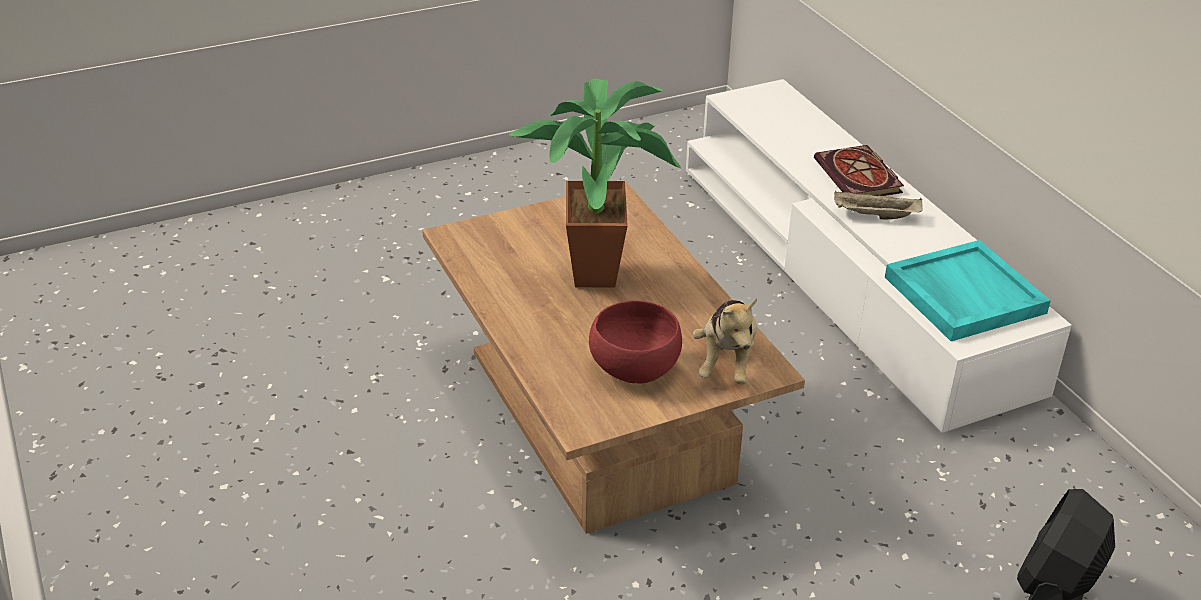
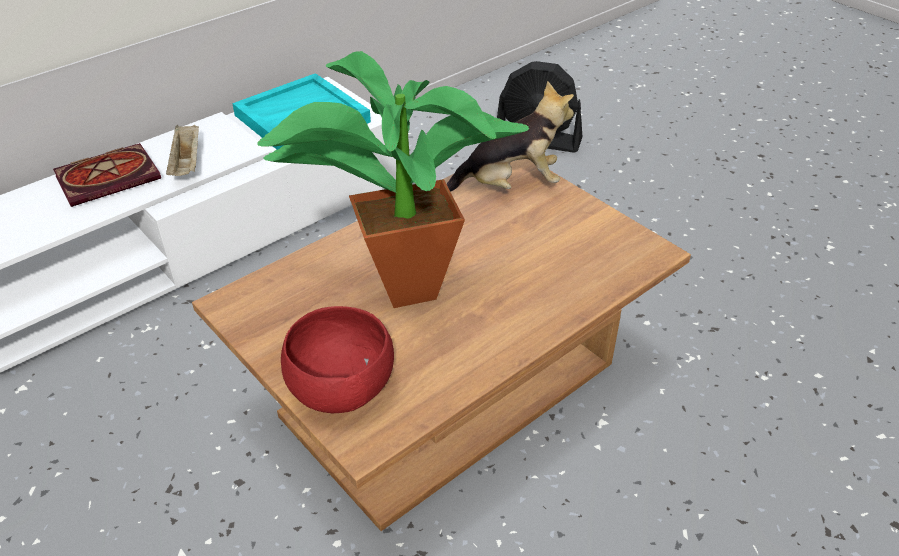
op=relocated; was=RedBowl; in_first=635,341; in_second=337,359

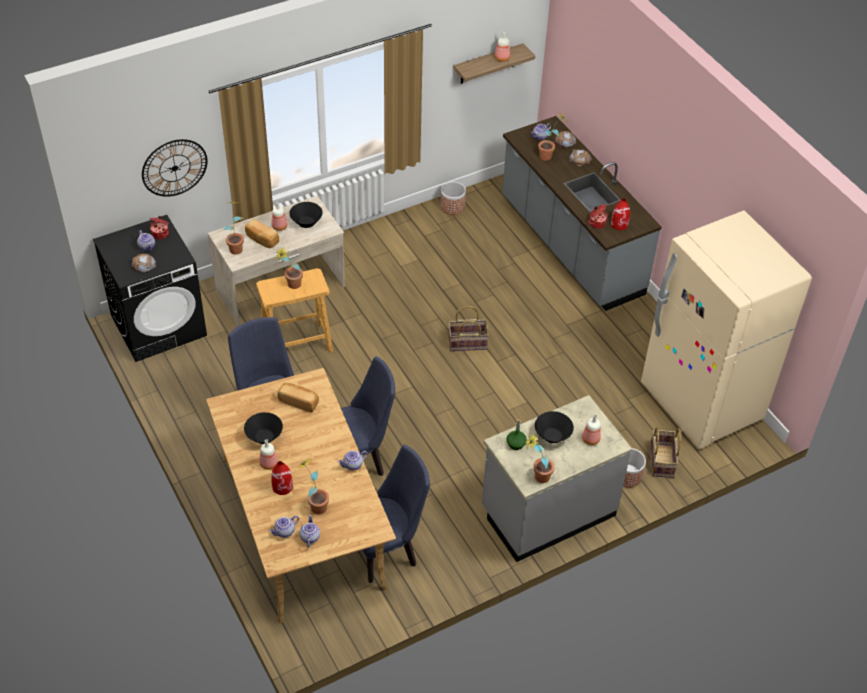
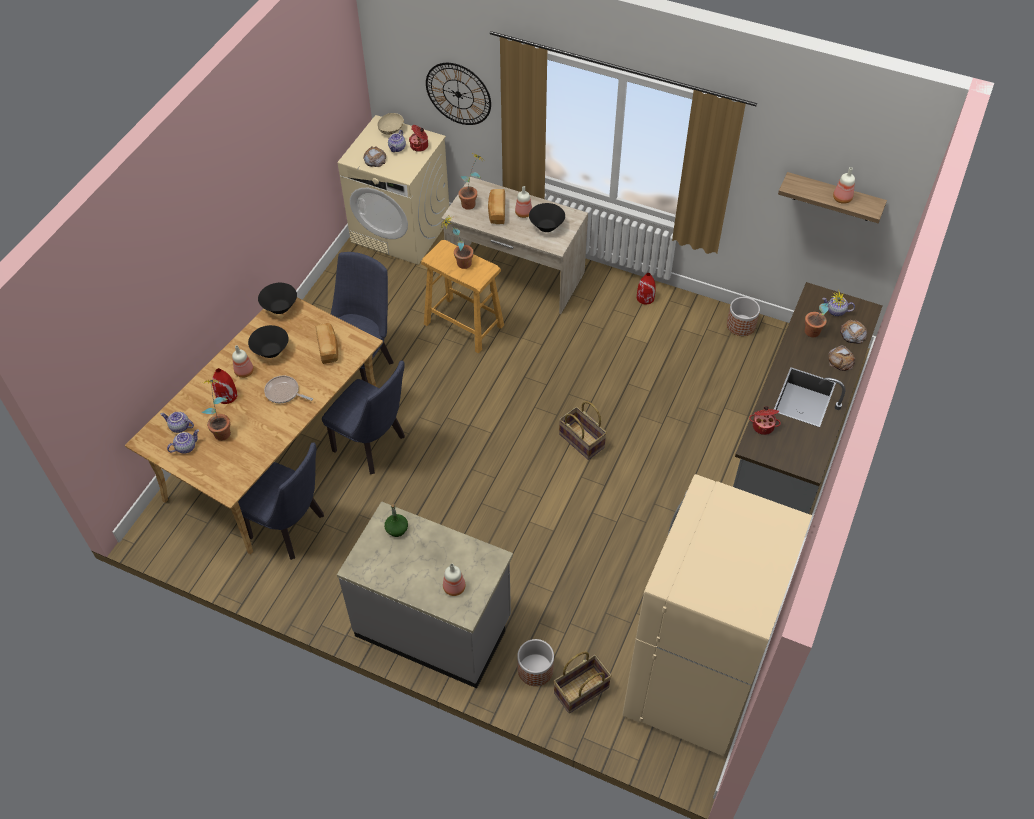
op=relocated; was=RedVase; in_first=620,214; in_second=646,289
op=colour; was=BlackWashingMachine; now=BeigeWashingMachine; in_first=150,288; in_second=393,190
op=relocated; was=BlackBowl; in_first=554,427; in_second=277,298
op=missing; was=PottedPlant; in_first=539,458
op=missing; was=Teapot; in_first=353,460
op=appeared; now=BeigeBowl; in_second=390,123
op=appeared; now=FryingPan; in_second=288,389

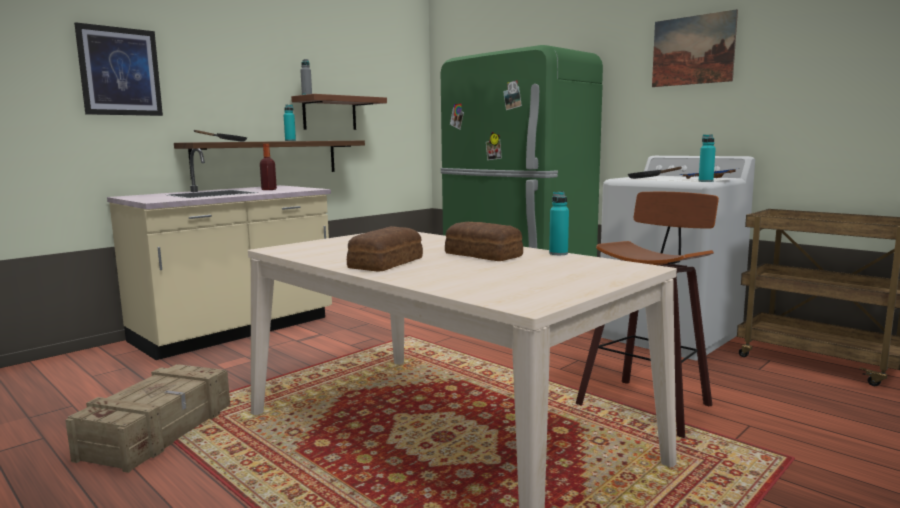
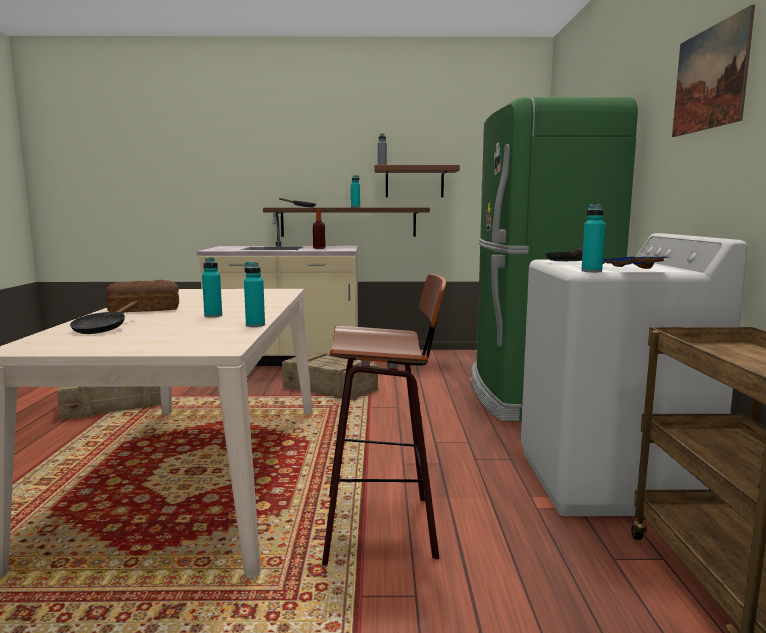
op=missing; was=Picture; in_first=118,69
op=exchanged; was=Bread; now=TurquoiseBottle; in_first=484,241; in_second=212,287
op=appeared; now=BlackFryingPan; in_second=104,317
op=appeared; now=Crate; in_second=330,376

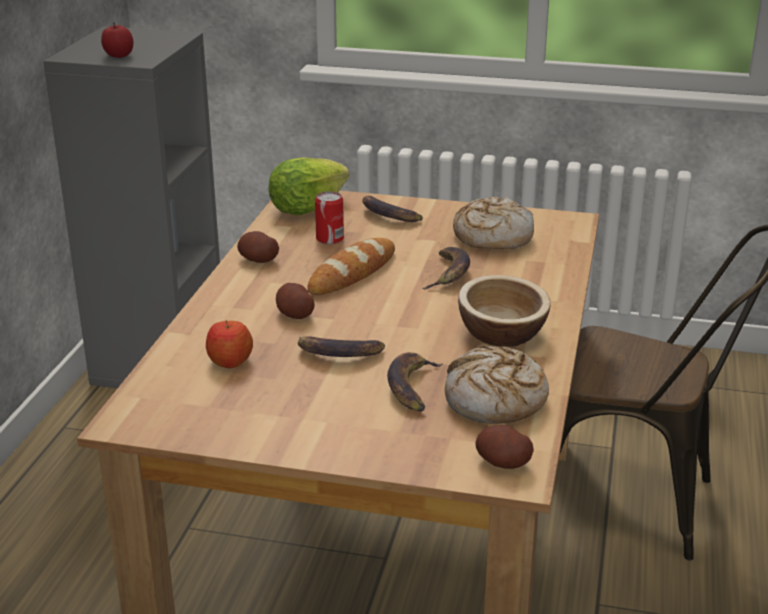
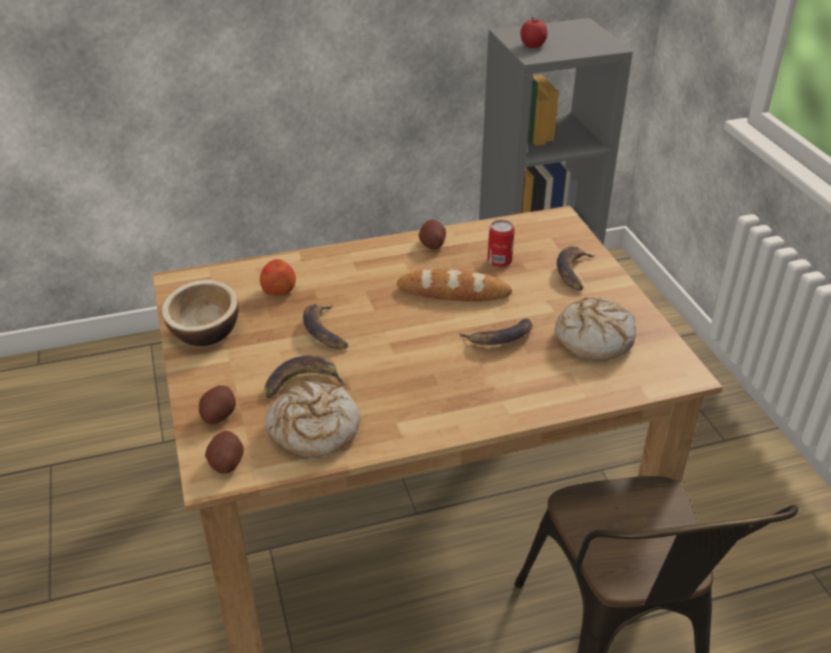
op=missing; was=Lettuce; in_first=308,186
op=relocated; was=Bowl; in_first=504,311; in_second=200,313
op=relocated; was=Potato; in_first=295,301; in_second=217,404

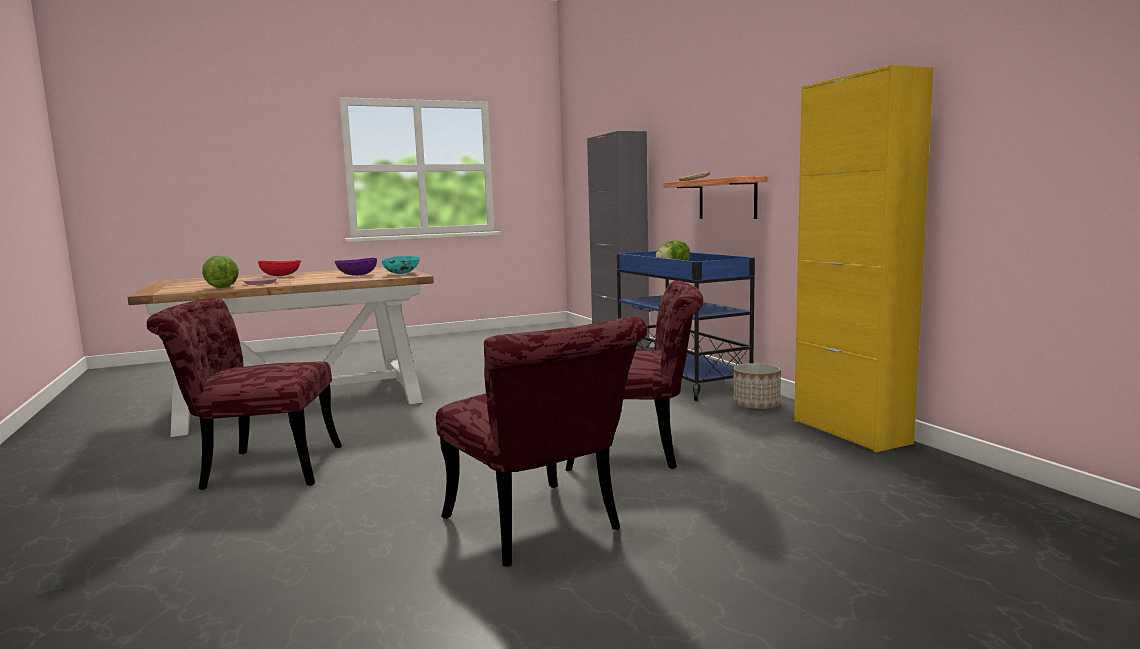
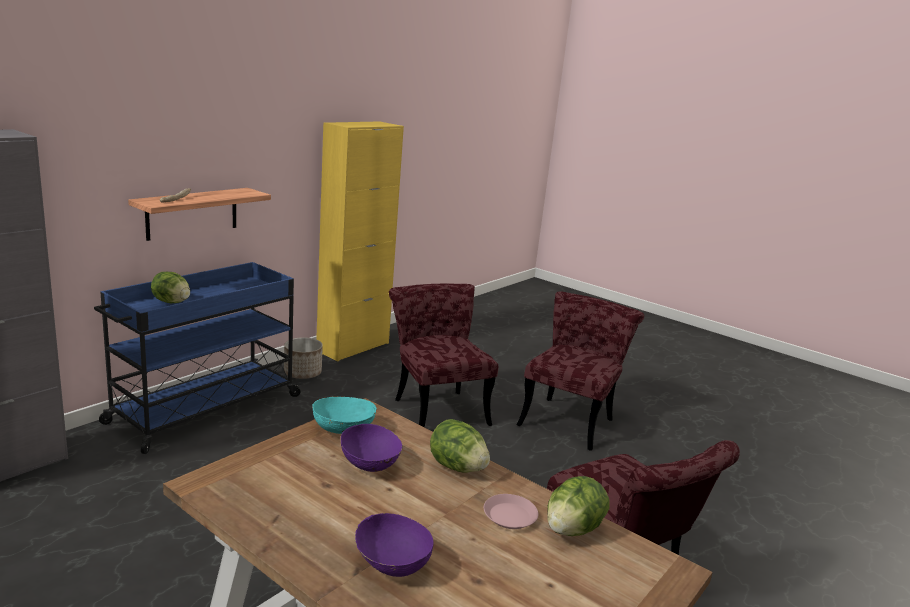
op=colour; was=RedBowl; now=PurpleBowl; in_first=279,268; in_second=394,545
op=appeared; now=Lettuce; in_second=460,445

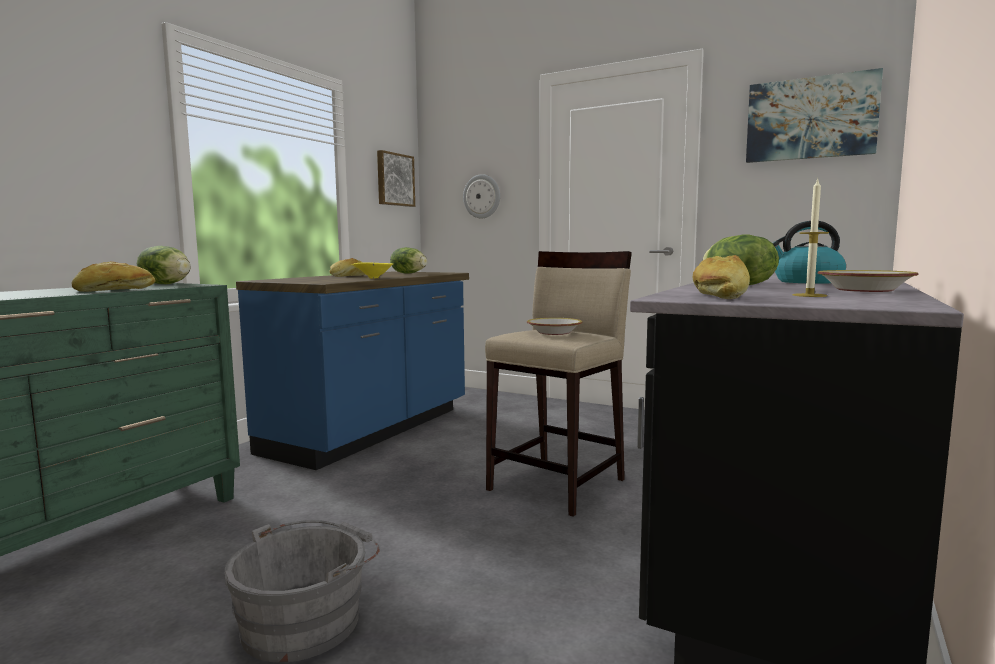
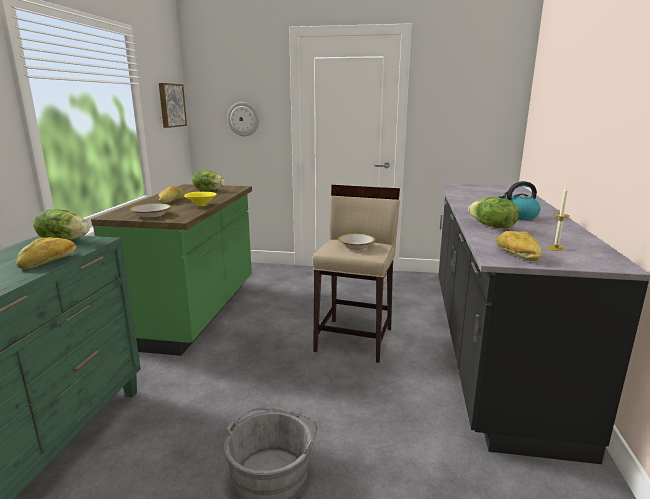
op=missing; was=Picture; in_first=814,115
op=relocated; was=Bowl; in_first=868,281; in_second=150,210
op=colour; was=BlueCounter; now=GreenCounter; in_first=352,371; in_second=171,270

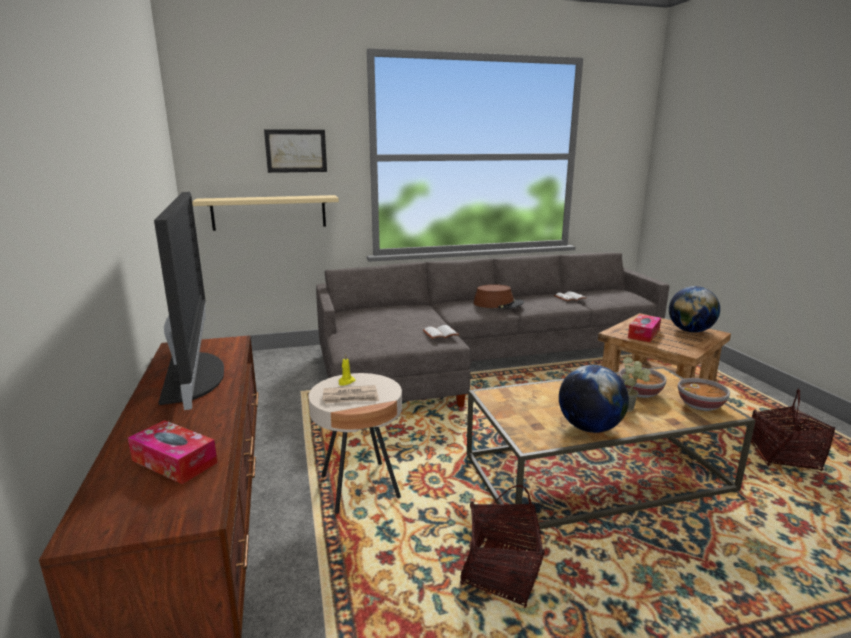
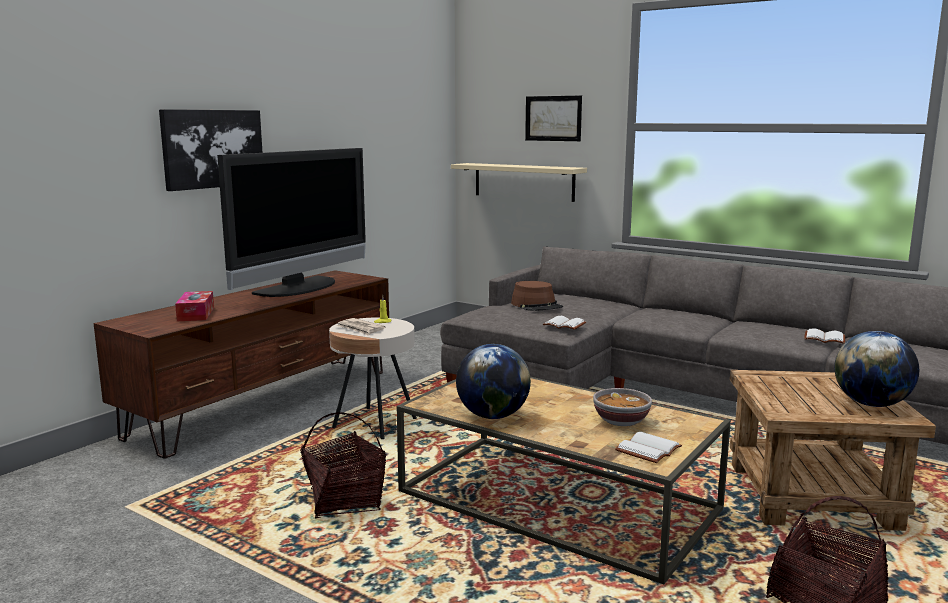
op=relocated; was=BrownHat; in_first=499,296; in_second=537,296
op=missing; was=TissueBox; in_first=644,328
op=missing; was=PottedPlant; in_first=636,384
op=exchanged; was=Bowl; now=WhiteBook; in_first=704,394; in_second=648,447
op=appeared; now=Picture; in_second=211,150

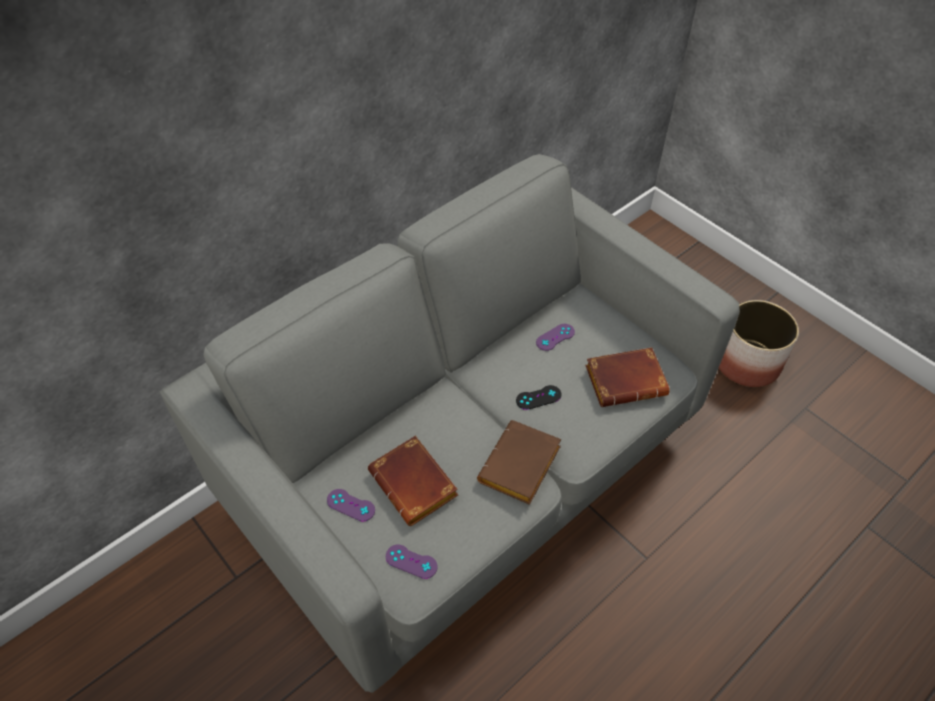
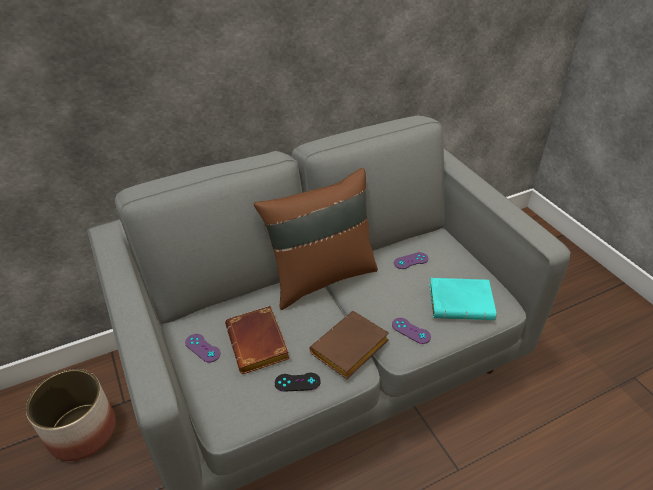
op=relocated; was=Planter; in_first=759,343; in_second=71,415
op=colour; was=BrownBook; now=TurquoiseBook; in_first=627,377; in_second=462,299
op=relocated; was=BlackGameController; in_first=538,397; in_second=298,382
op=relocated; was=PurpleGameController; in_first=411,561; in_second=411,331
op=appeared; now=BrownPillow; in_second=316,239

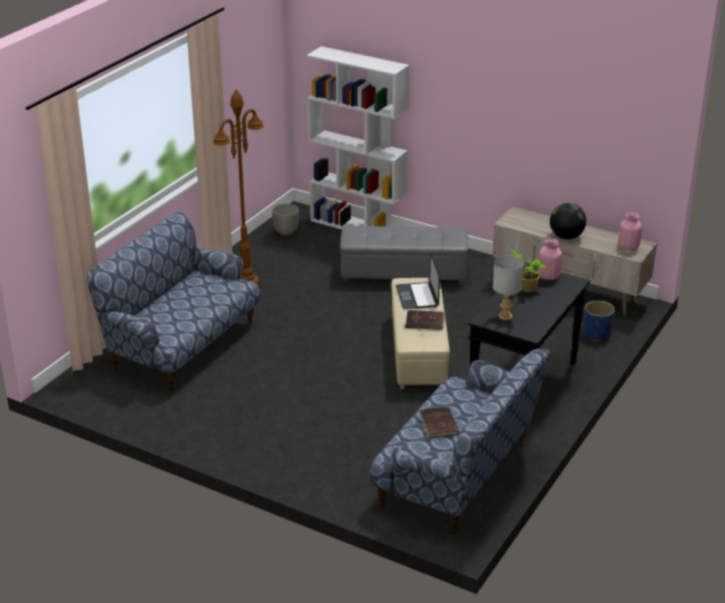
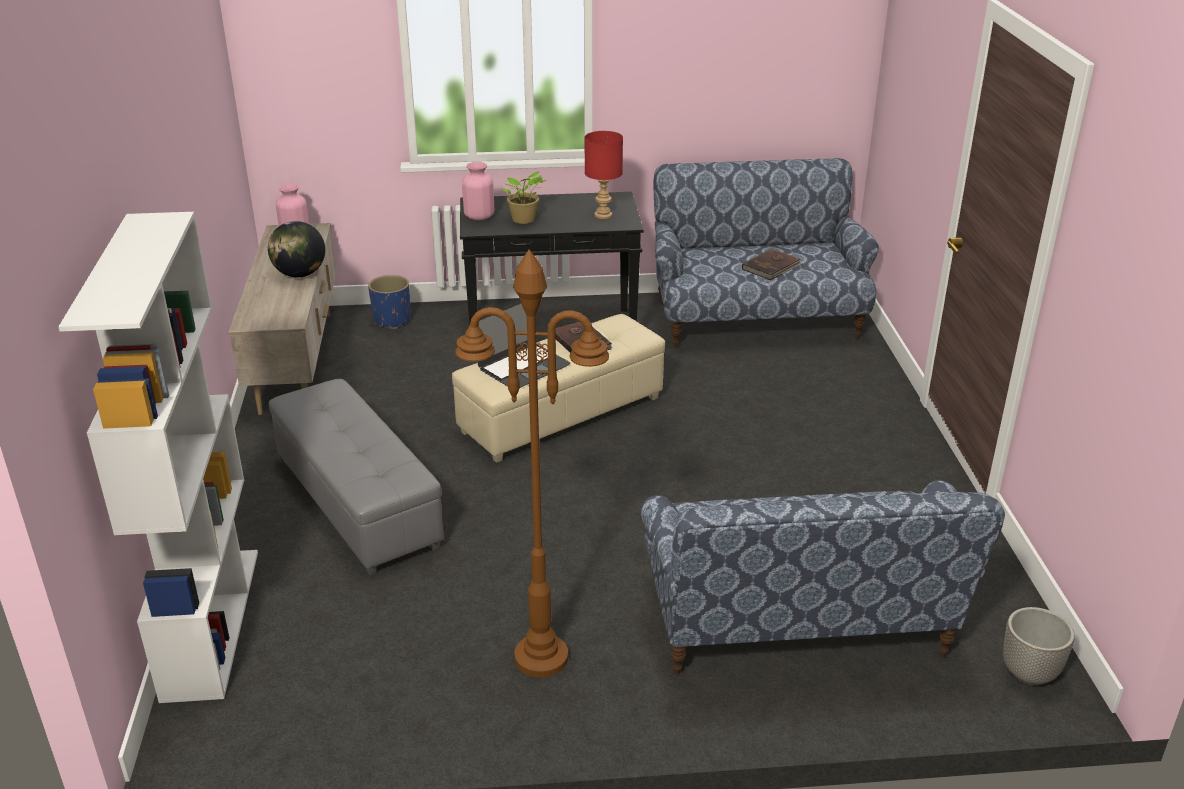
op=relocated; was=Planter; in_first=285,220; in_second=1039,646
op=colour; was=GreyTableLamp; now=RedTableLamp; in_first=508,288; in_second=603,175

